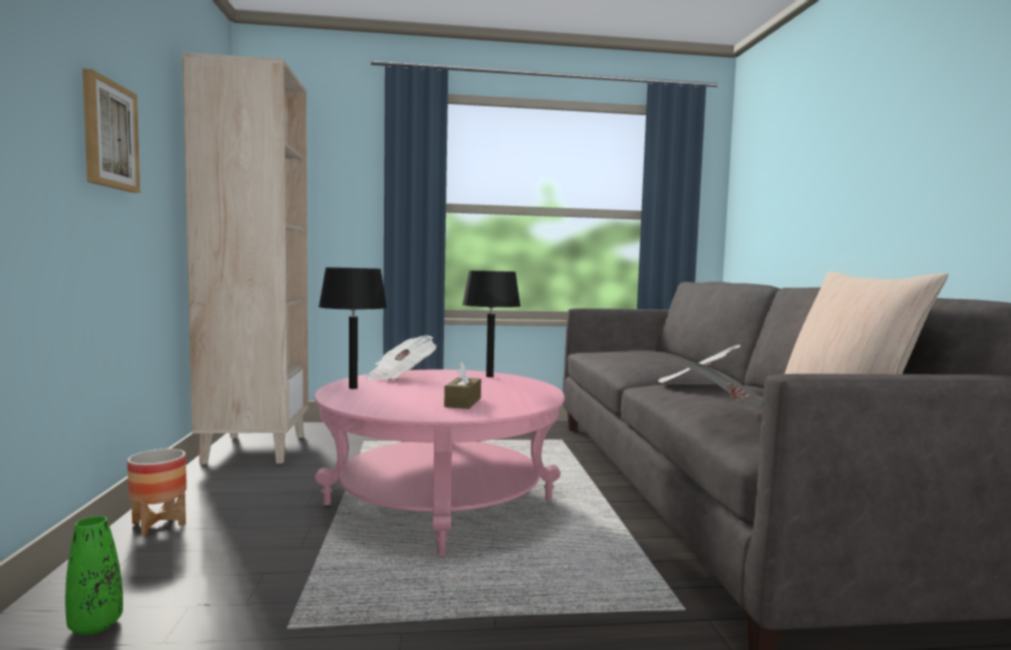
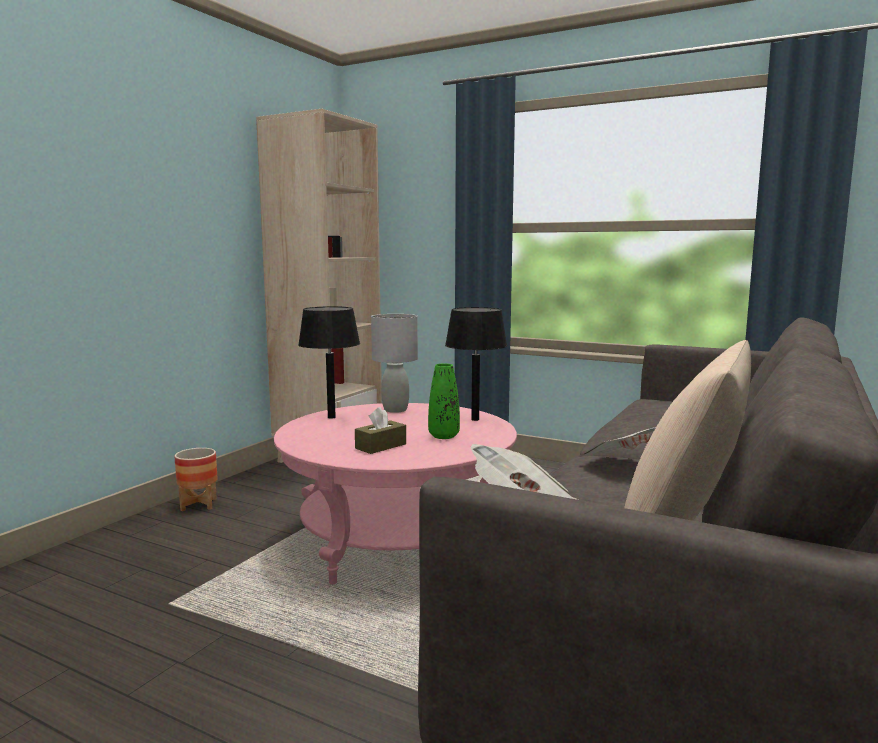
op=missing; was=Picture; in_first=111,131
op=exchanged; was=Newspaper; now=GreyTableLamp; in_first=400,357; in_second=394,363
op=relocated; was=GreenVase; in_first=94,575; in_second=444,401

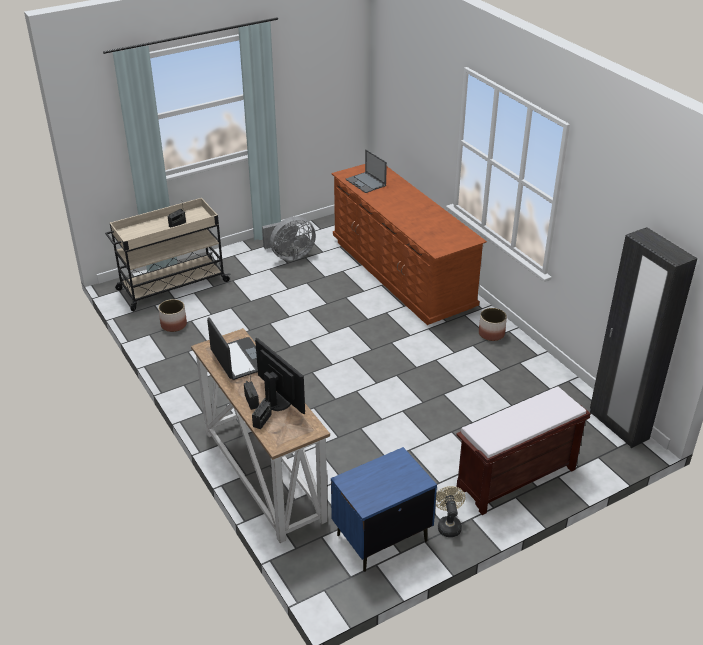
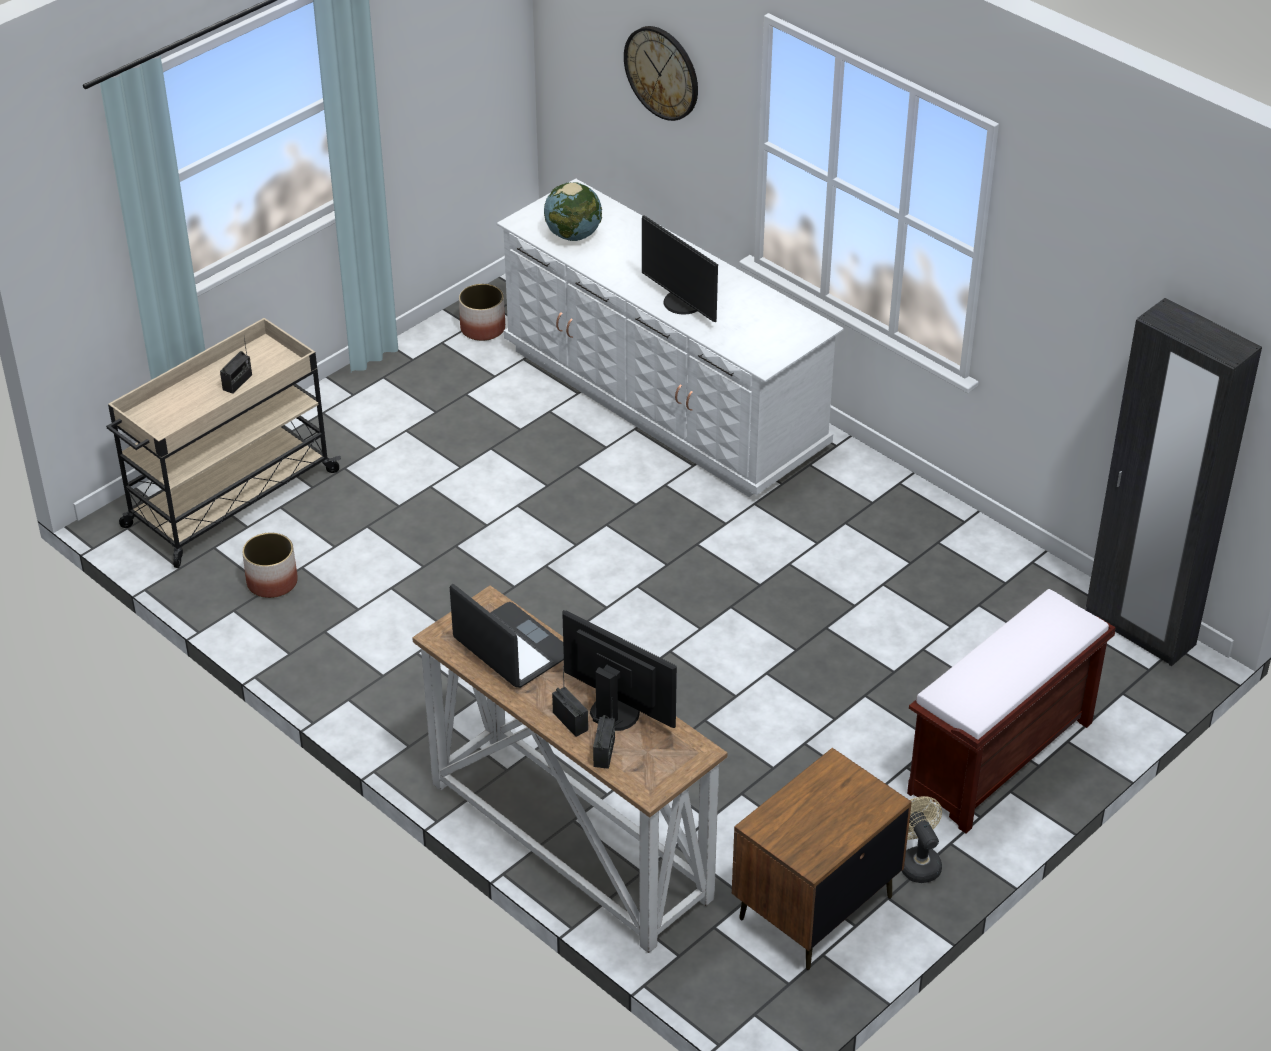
op=exchanged; was=Laptop; now=Globe; in_first=366,171; in_second=573,211
op=colour; was=BrownDresser; now=WhiteDresser; in_first=409,244; in_second=670,338
op=missing; was=GreyFan; in_first=289,238
op=relocated; was=Planter; in_first=493,324; in_second=482,312
op=colour; was=BlueNightstand; now=BrownNightstand; in_first=384,509; in_second=822,859
op=appeared; now=WallClock; in_second=661,73
op=appeared; now=Monitor; in_second=680,268

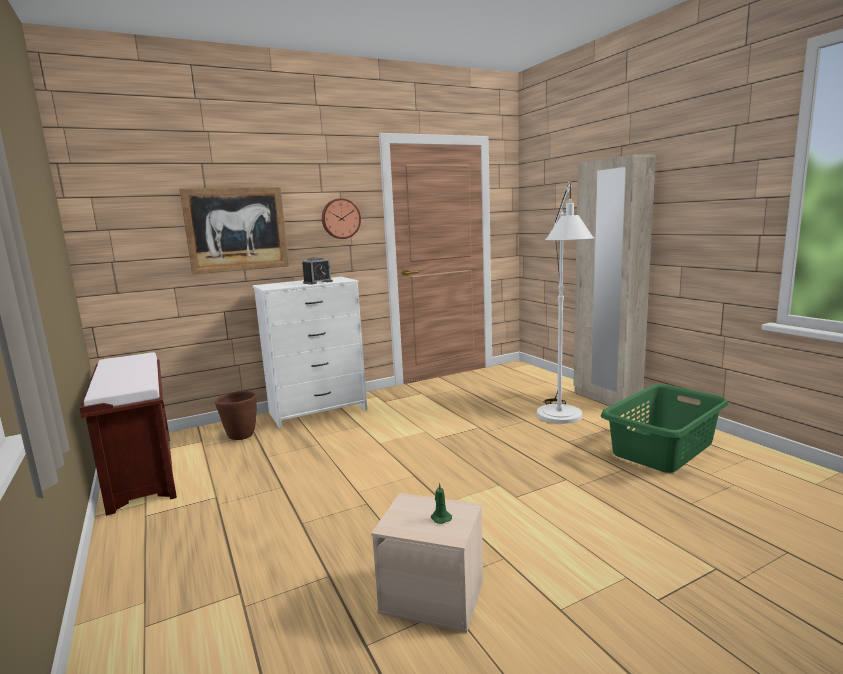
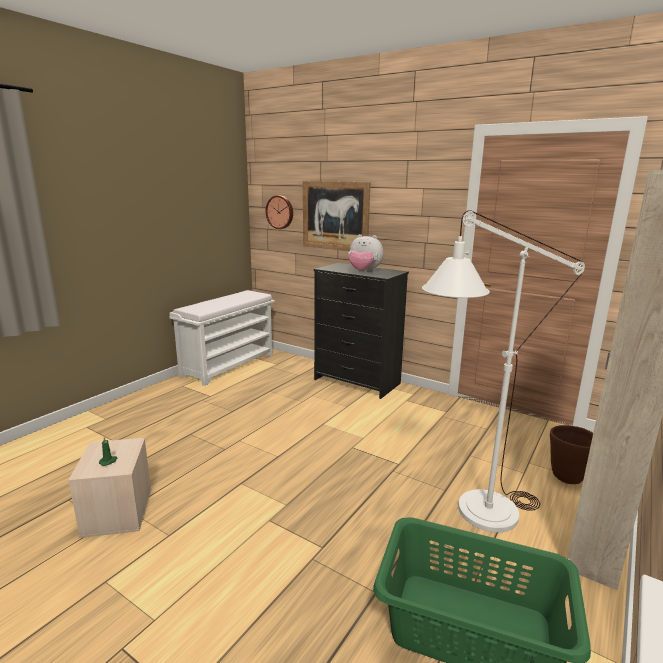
op=relocated; was=WallClock; in_first=341,218; in_second=279,212
op=exchanged; was=AlarmClock; now=PlushToy; in_first=317,271; in_second=365,253
op=colour; was=WhiteDresser; now=BlackDresser; in_first=310,353; in_second=361,331
op=colour; was=BrownBench; now=WhiteBench; in_first=128,434; in_second=222,338
op=relocated; was=BrownPlanter; in_first=236,415; in_second=571,454

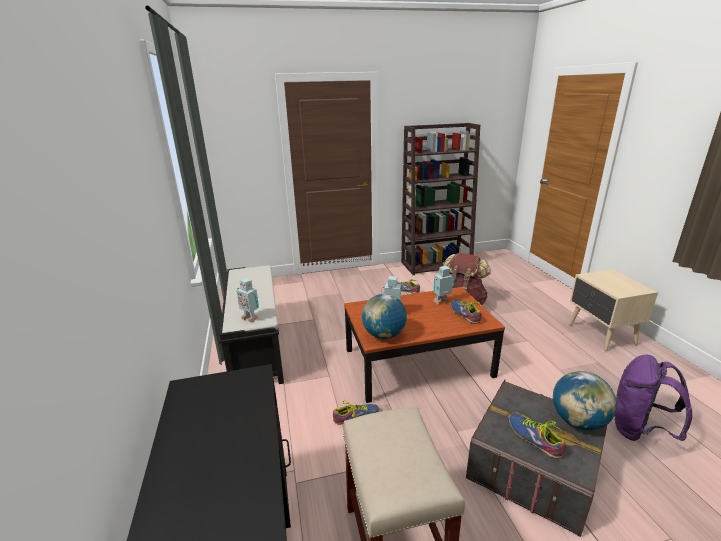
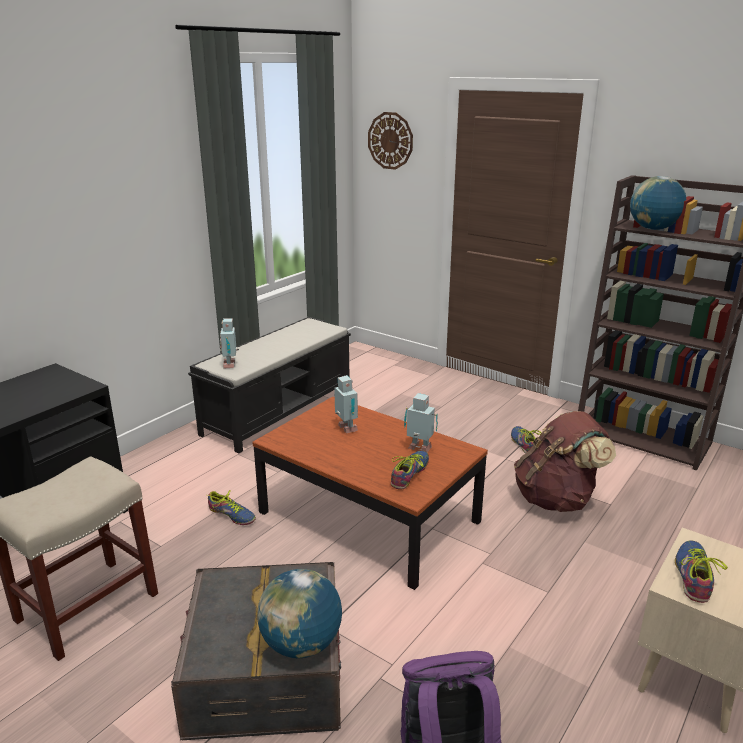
op=relocated; was=Globe; in_first=384,316; in_second=658,203
op=relocated; was=Shoe; in_first=537,436; in_second=701,571
op=appeared; now=WallClock; in_second=390,141

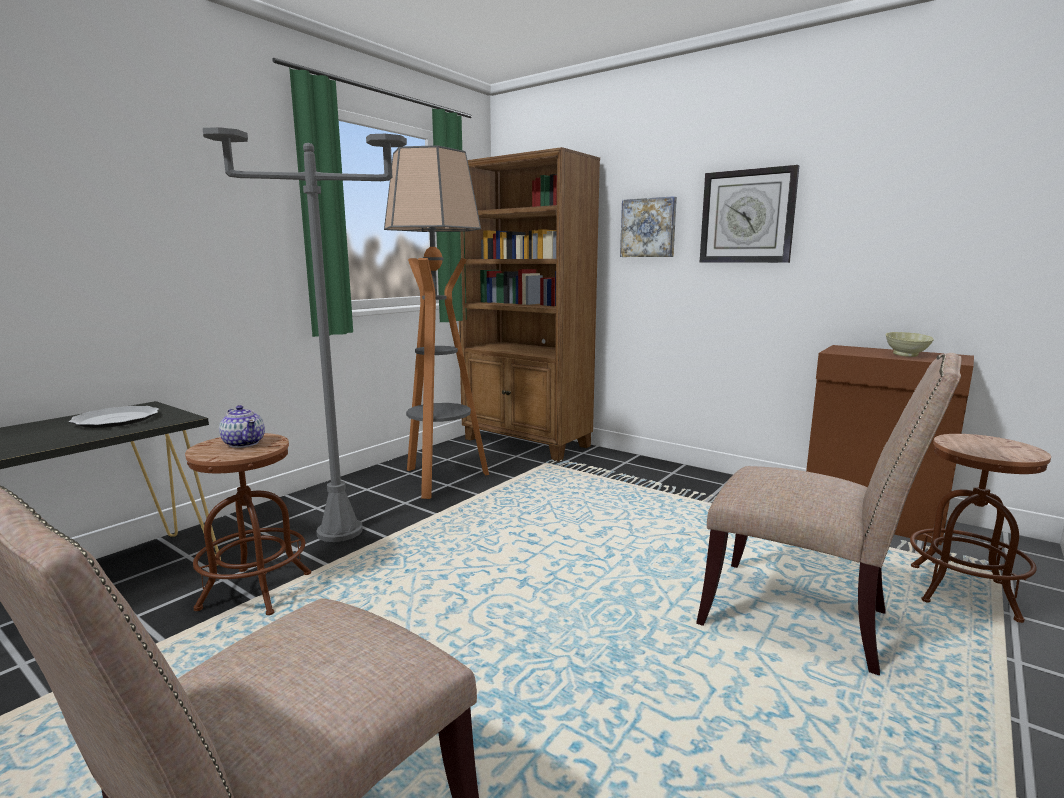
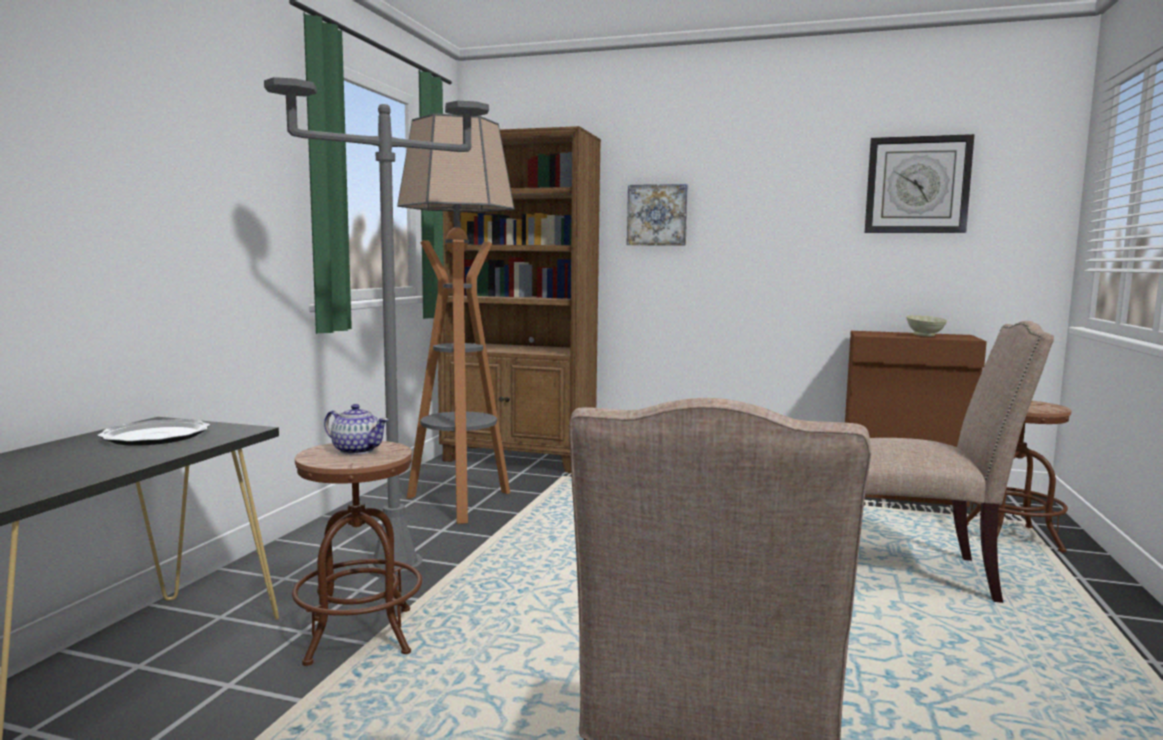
op=relocated; was=WallClock; in_first=749,214; in_second=920,183

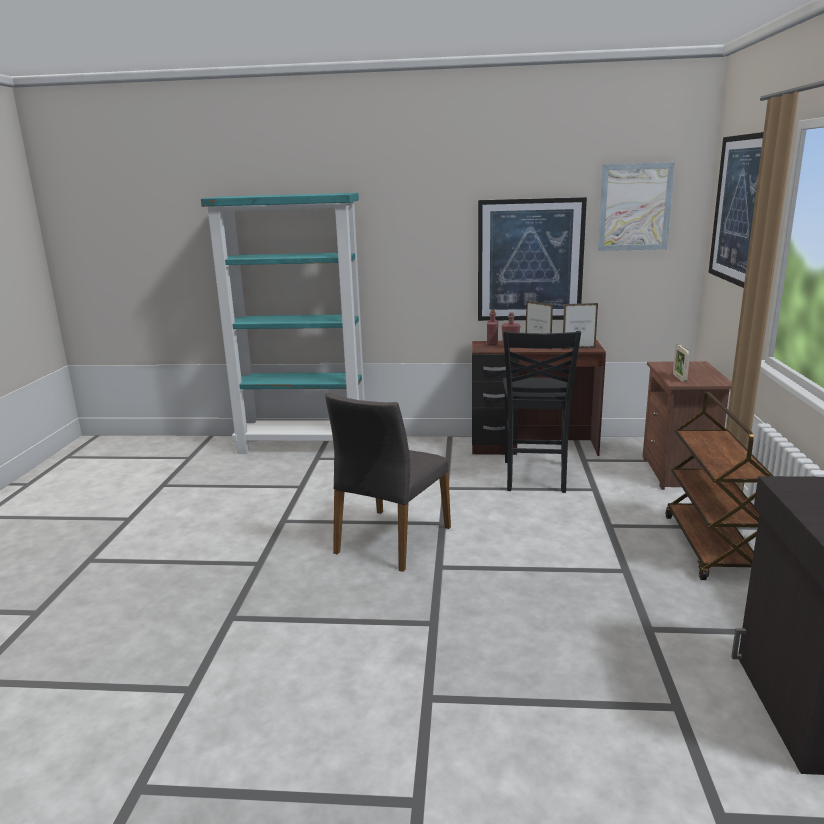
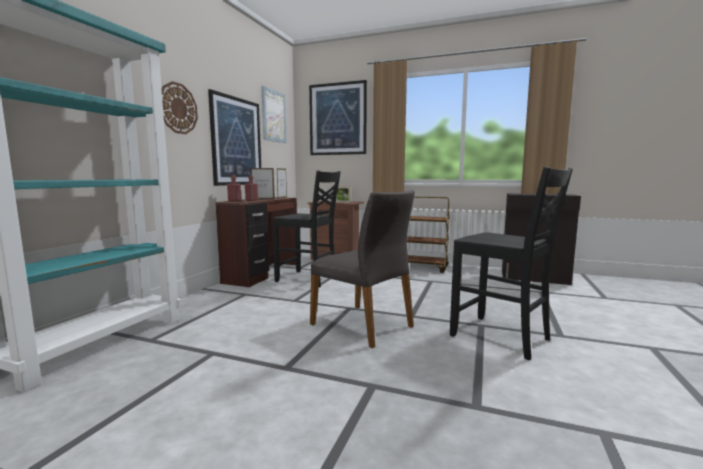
op=appeared; now=WallClock; in_second=179,107
op=appeared; now=BlackChair; in_second=511,263

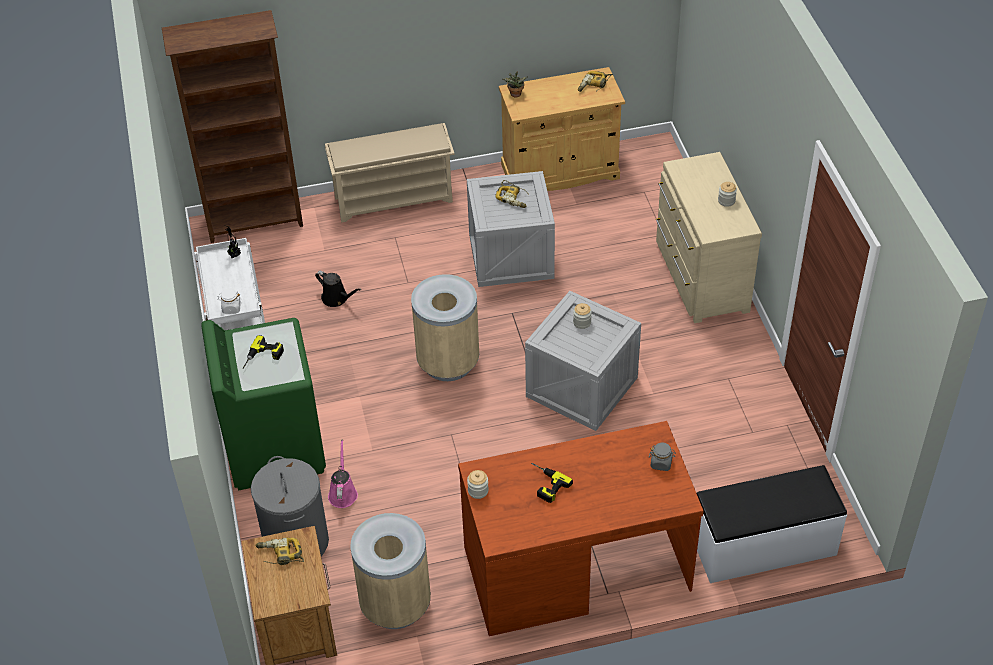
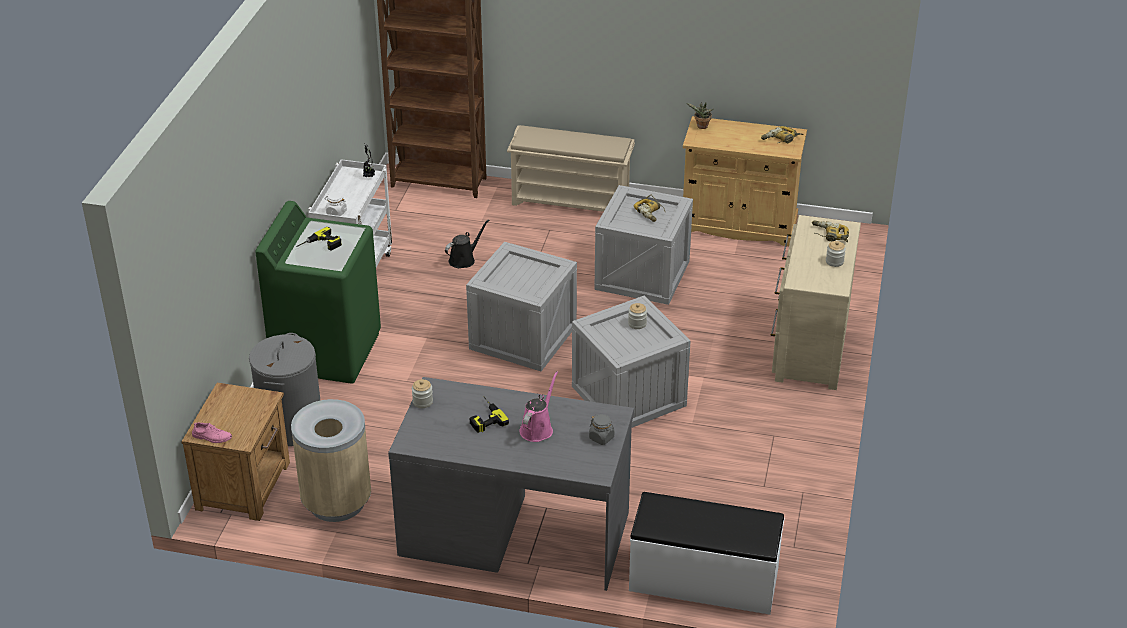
op=spun; was=BlackWateringCan; in_first=338,289; in_second=467,243; clockwise=-105
op=exchanged; was=BeigeTrashCan; now=Crate; in_first=445,327; in_second=521,306
op=colour; was=BrownDesk; now=GreyDesk; in_first=581,528; in_second=511,484
op=relocated; was=PinkWateringCan; in_first=343,474; in_second=538,406
op=relocated; was=PowerDrill; in_first=279,551; in_second=830,231
op=appeared; now=PinkShoe; in_second=212,432

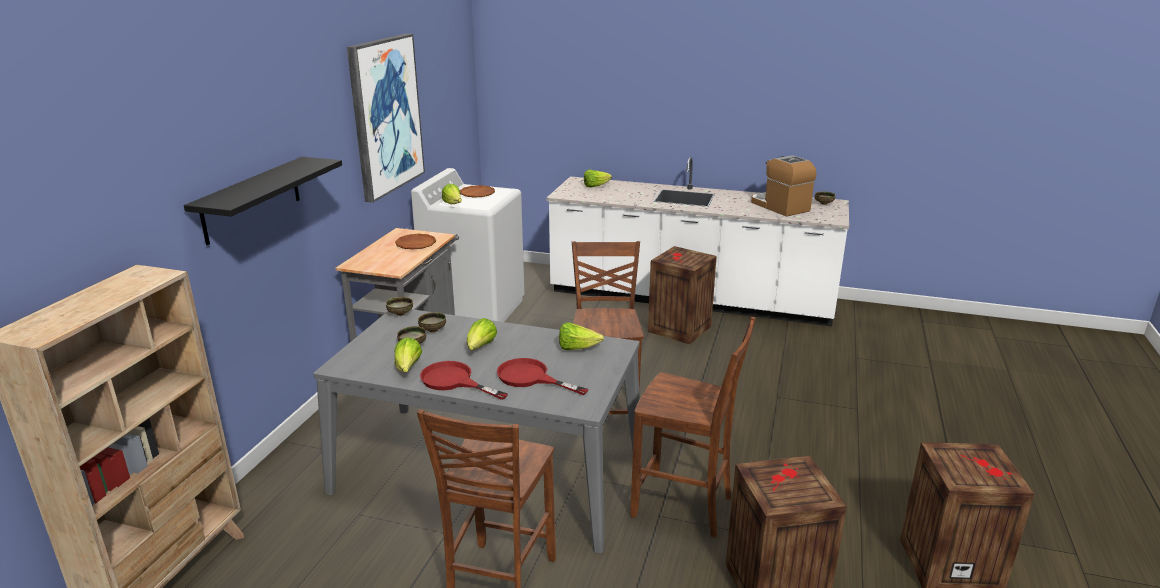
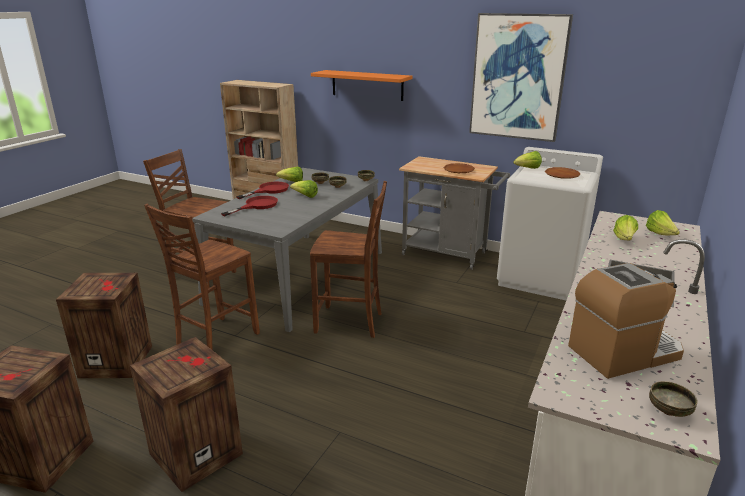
op=colour; was=BlackShelf; now=OrangeShelf; in_first=263,201; in_second=361,85
op=relocated; was=Crate; in_first=682,295; in_second=186,414
op=relocated; was=Lettuce; in_first=581,336; in_second=625,227

